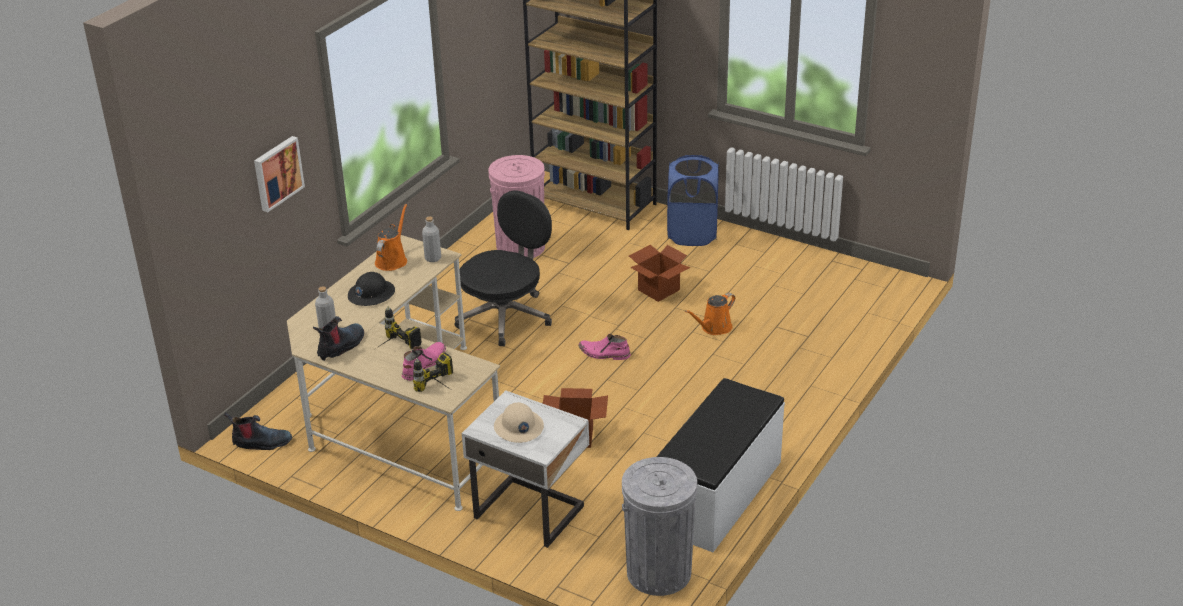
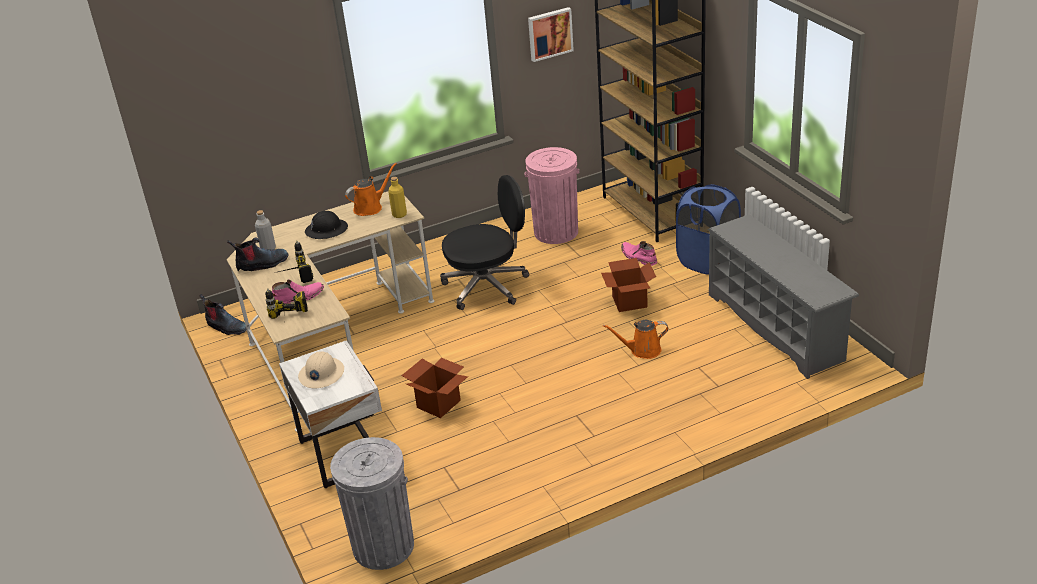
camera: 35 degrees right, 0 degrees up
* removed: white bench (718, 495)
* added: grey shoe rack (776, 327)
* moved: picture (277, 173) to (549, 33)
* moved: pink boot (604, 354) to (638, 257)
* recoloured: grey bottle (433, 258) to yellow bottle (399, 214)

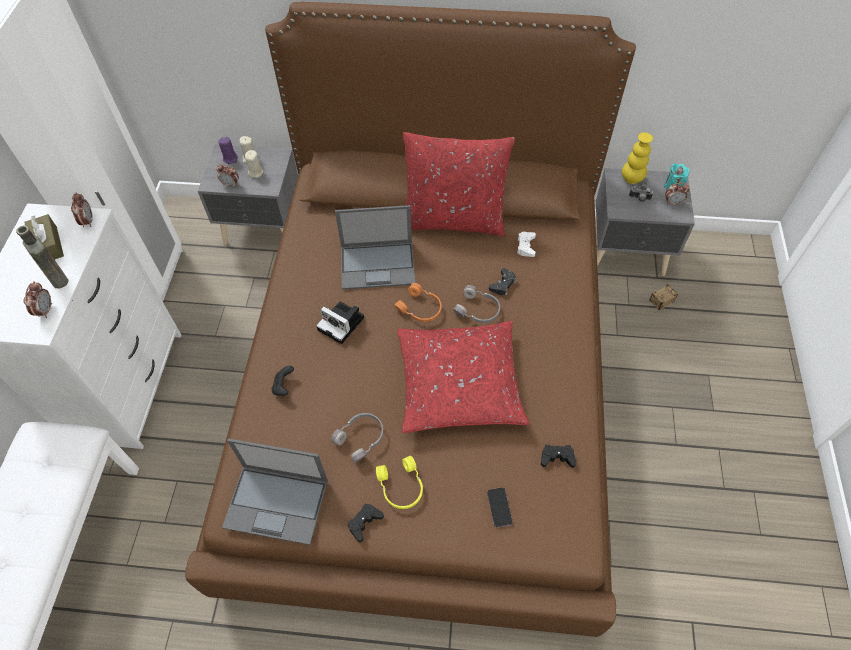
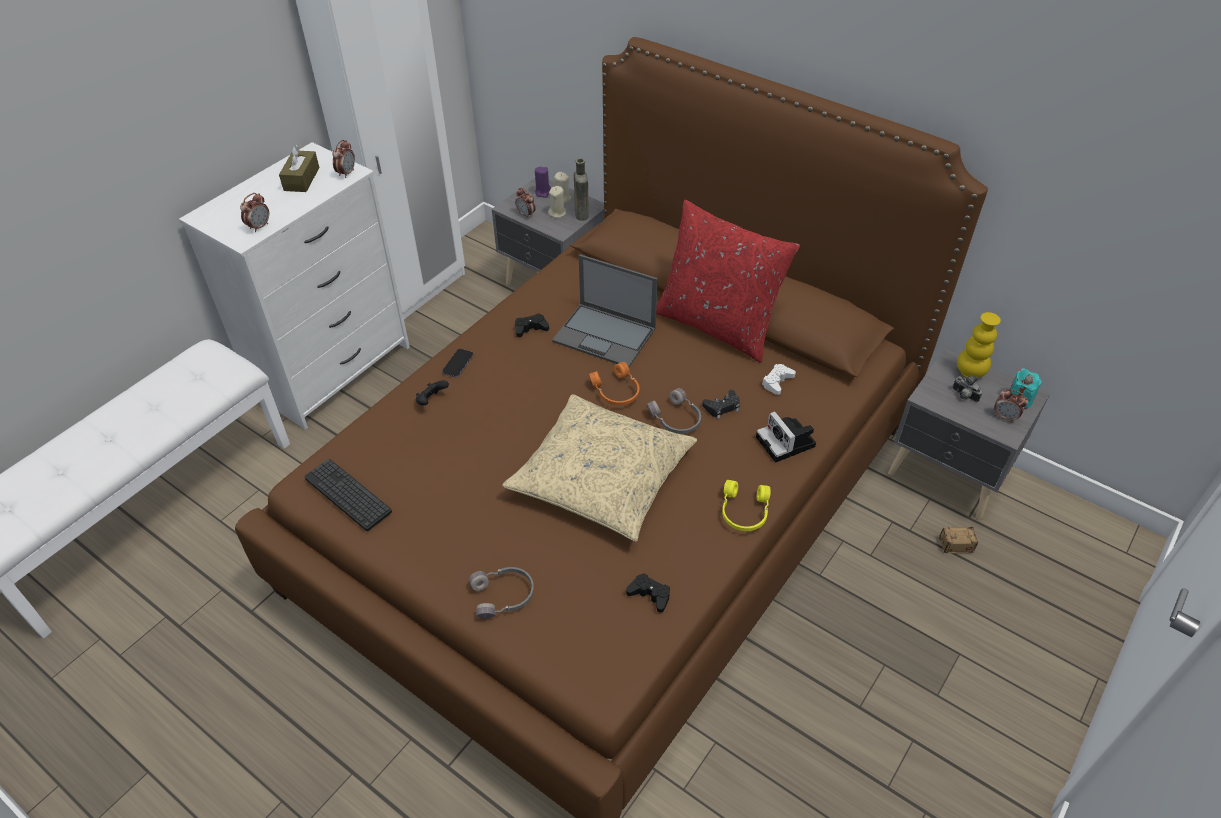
camera: 30 degrees right, 10 degrees down
* moved: brown bottle (59, 280) to (581, 215)
* moved: photo camera (343, 324) to (787, 443)
* moved: grey headphones (361, 438) to (503, 596)
* moved: black game controller (364, 522) to (530, 328)
* moved: yellow headphones (400, 487) to (743, 511)
* moved: phone (499, 507) to (458, 364)
* replaced: laptop (277, 503) to keyboard (348, 495)
* recoloured: red pillow (459, 383) to beige pillow (601, 477)

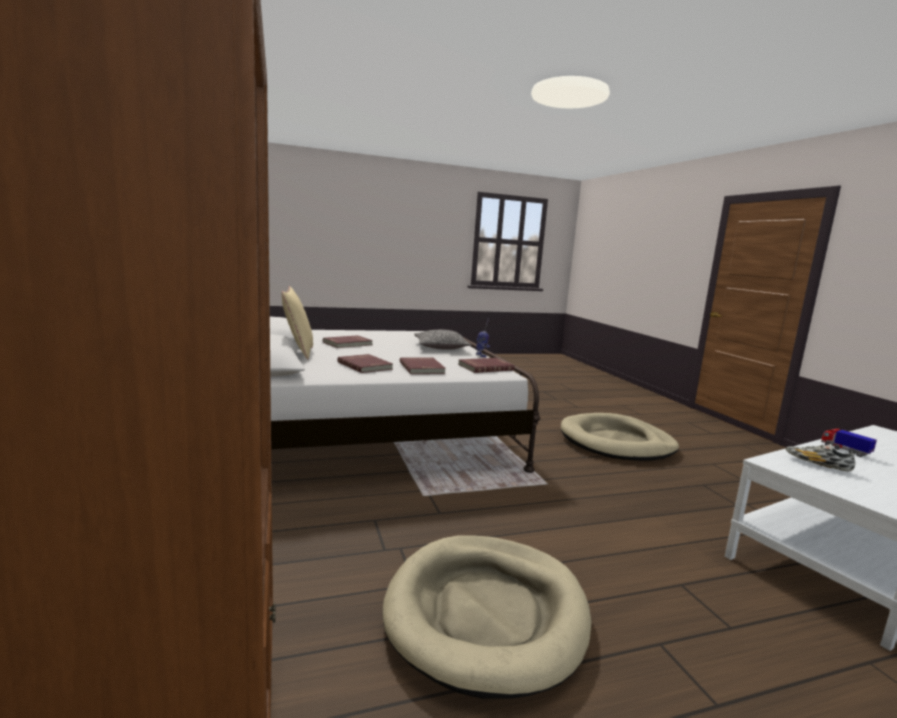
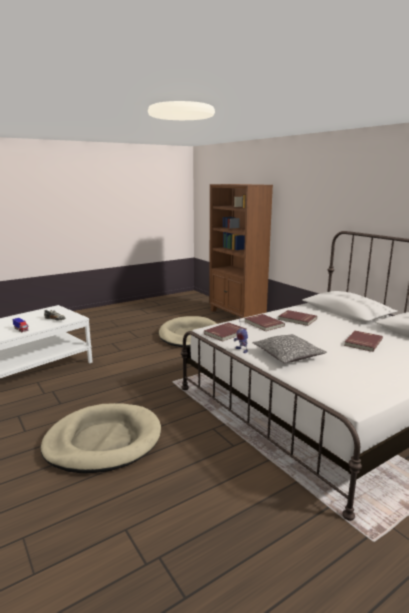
camera: 165 degrees right, 5 degrees up
* removed: beige pillow (298, 353)

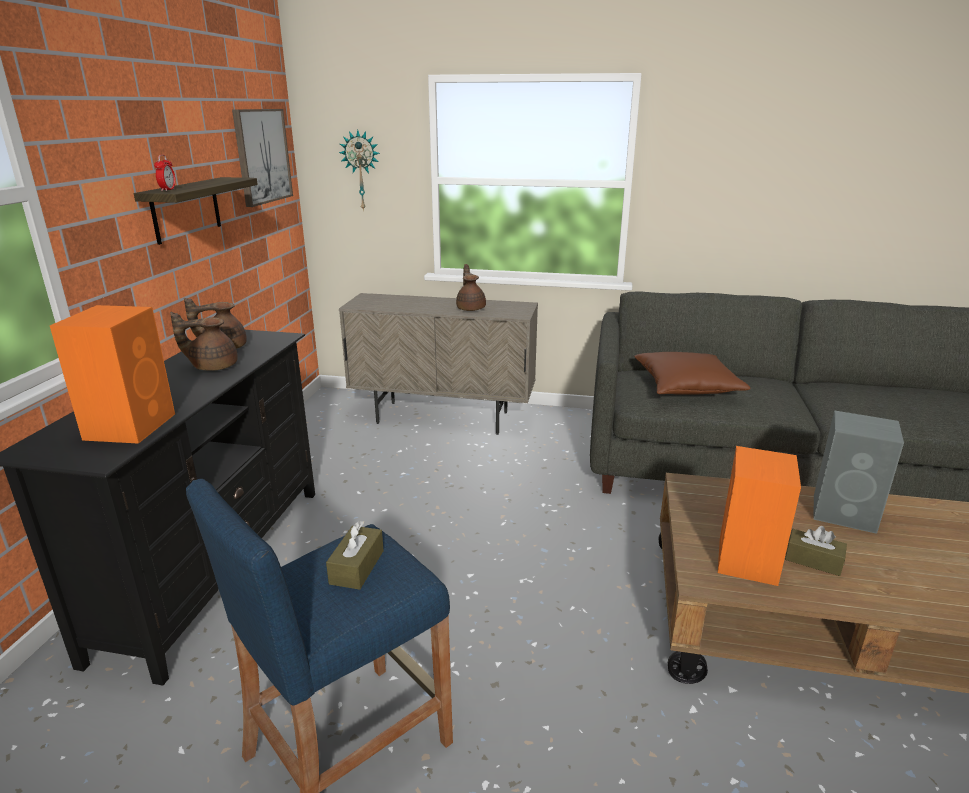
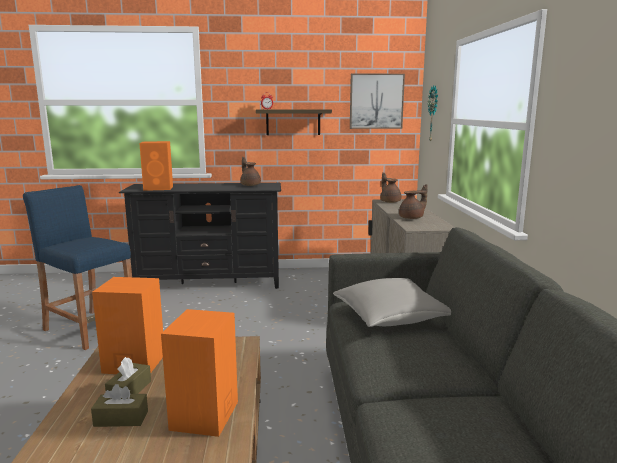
camera: 75 degrees right, 10 degrees down
* moved: brown teapot (213, 366) to (390, 201)
* moved: brown tissue box (357, 567) to (121, 418)
* recoloured: brown pillow (686, 387) to grey pillow (390, 317)
* recoloured: grey speaker (846, 513) to orange speaker (204, 416)

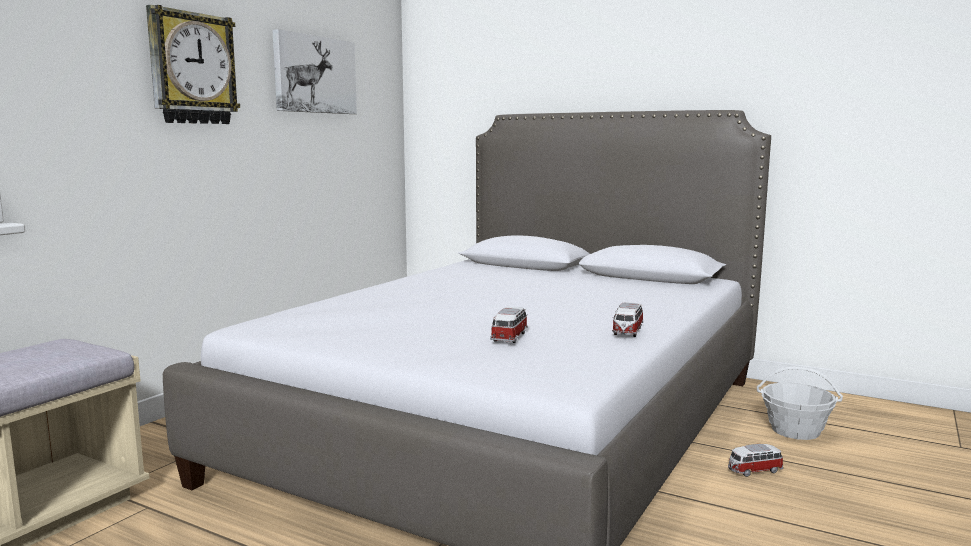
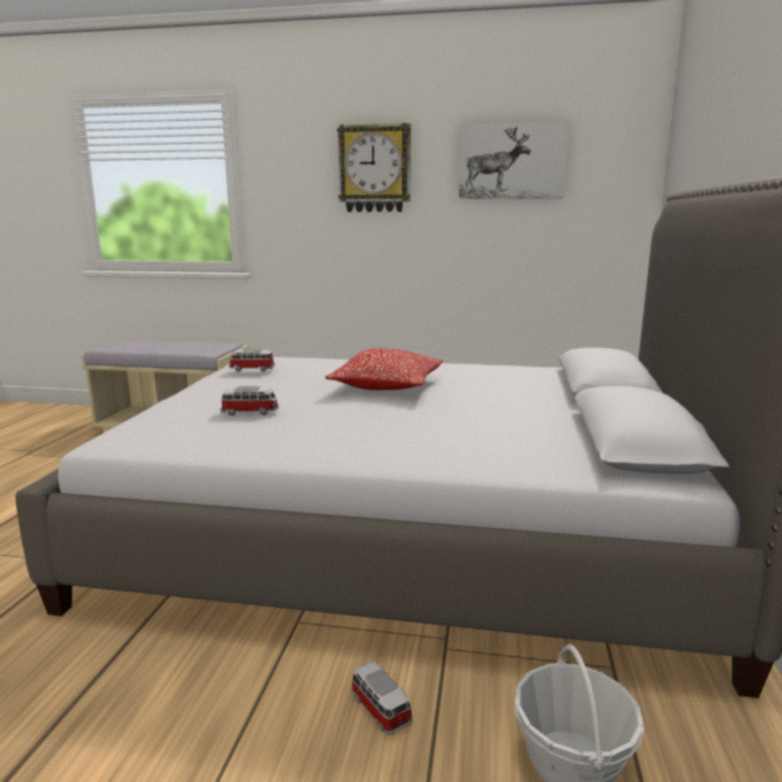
camera: 70 degrees right, 5 degrees up
* added: pillow (387, 386)
* moved: toy car (627, 332) to (251, 369)

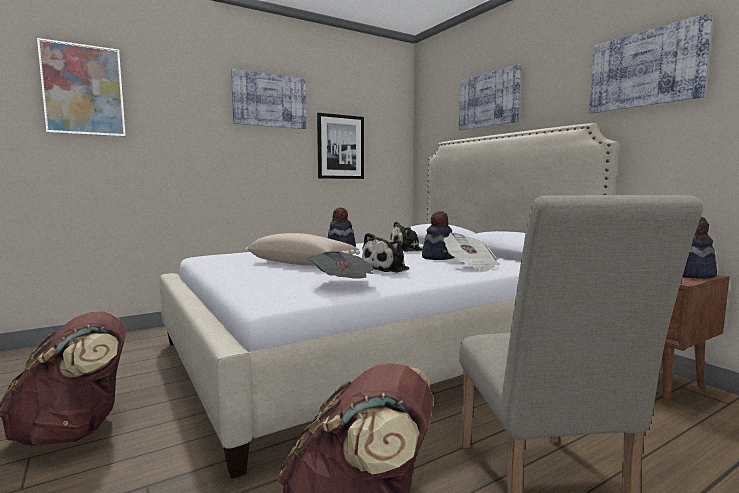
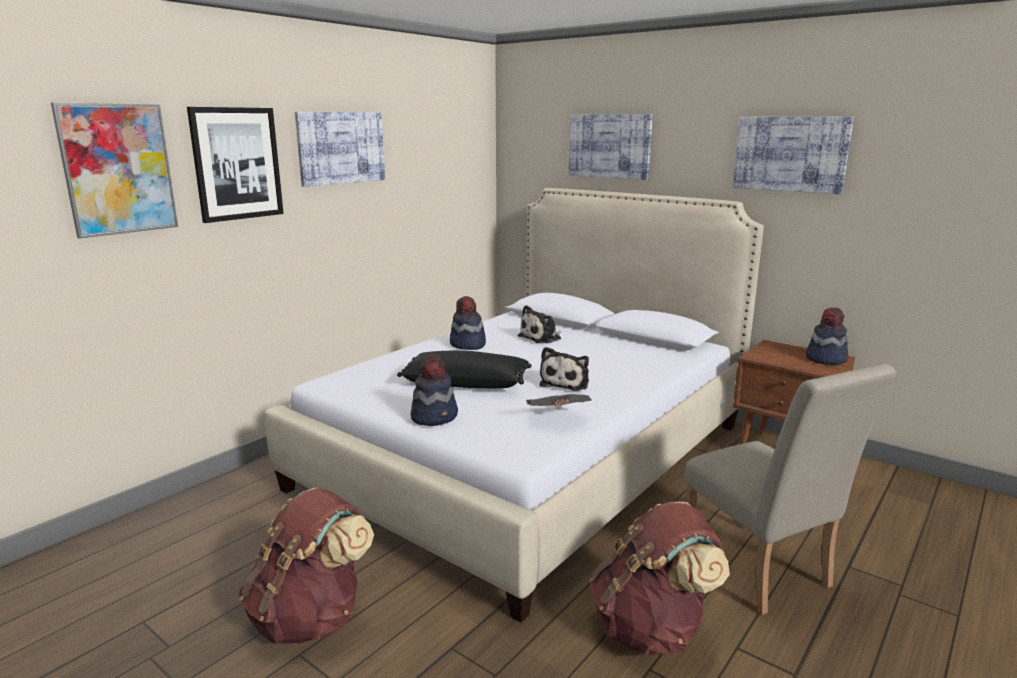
camera: 20 degrees left, 10 degrees up
* removed: newspaper (470, 266)
* moved: picture (340, 147) to (237, 164)
* moved: hat (439, 257) to (435, 416)
* recoloured: beige pillow (302, 264) to black pillow (466, 384)

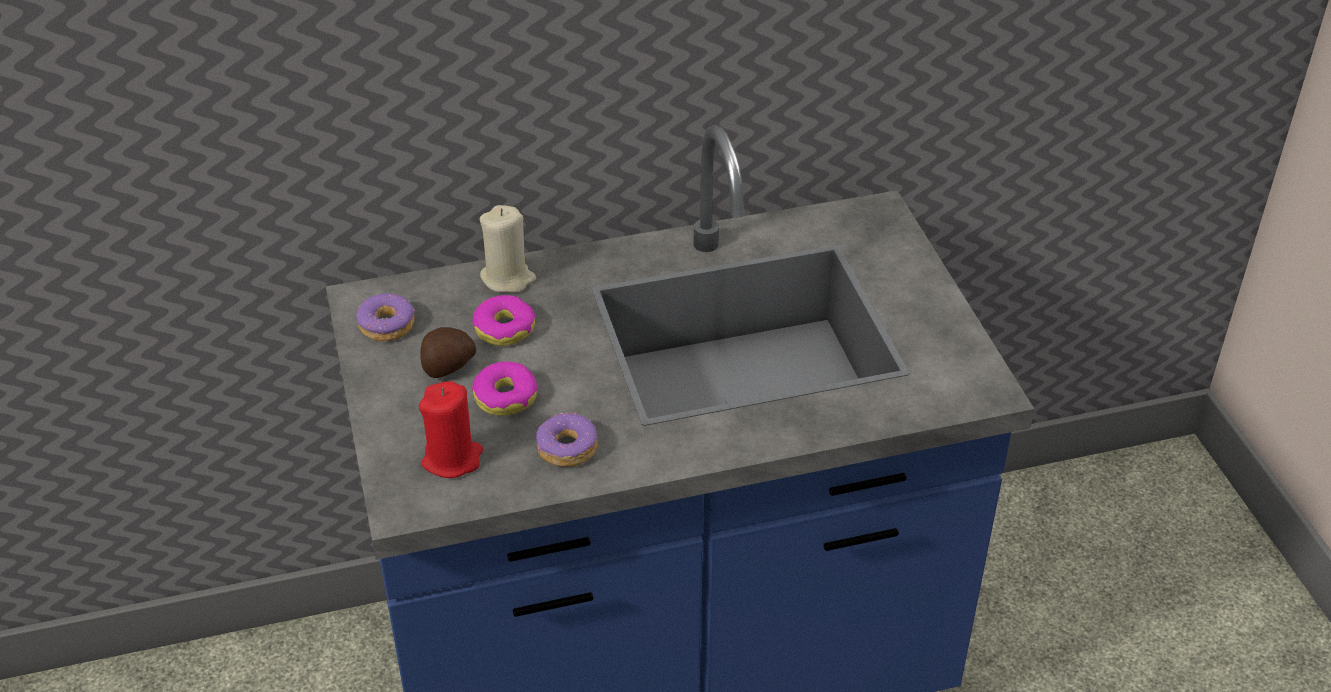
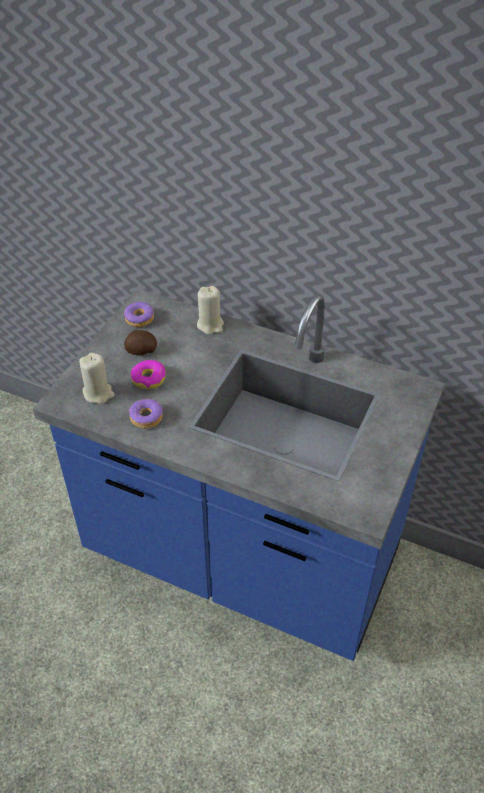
camera: 40 degrees right, 5 degrees up
* removed: donut (504, 328)
* recoloured: red candle (452, 459) to beige candle (98, 393)

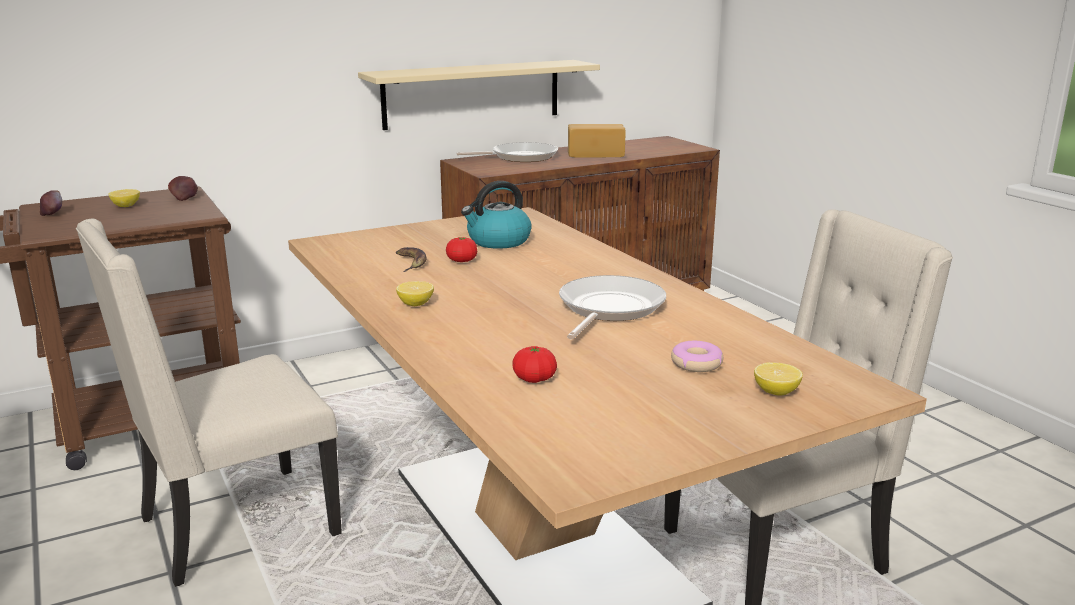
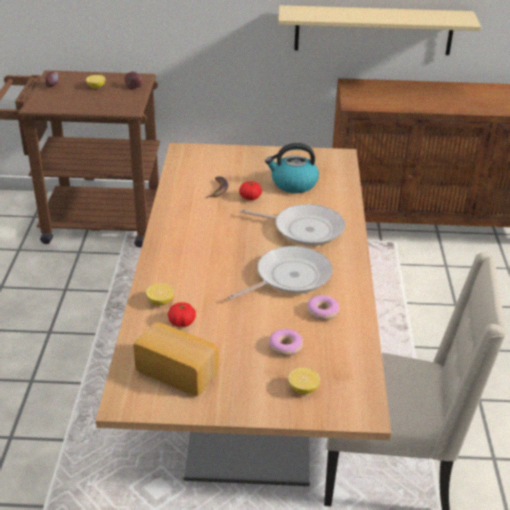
camera: 30 degrees right, 15 degrees up
* removed: beige chair (234, 527)
* added: donut (322, 312)
* moved: lemon (415, 304) to (160, 302)
* moved: frying pan (520, 157) to (304, 229)
* moved: bread (595, 154) to (179, 370)

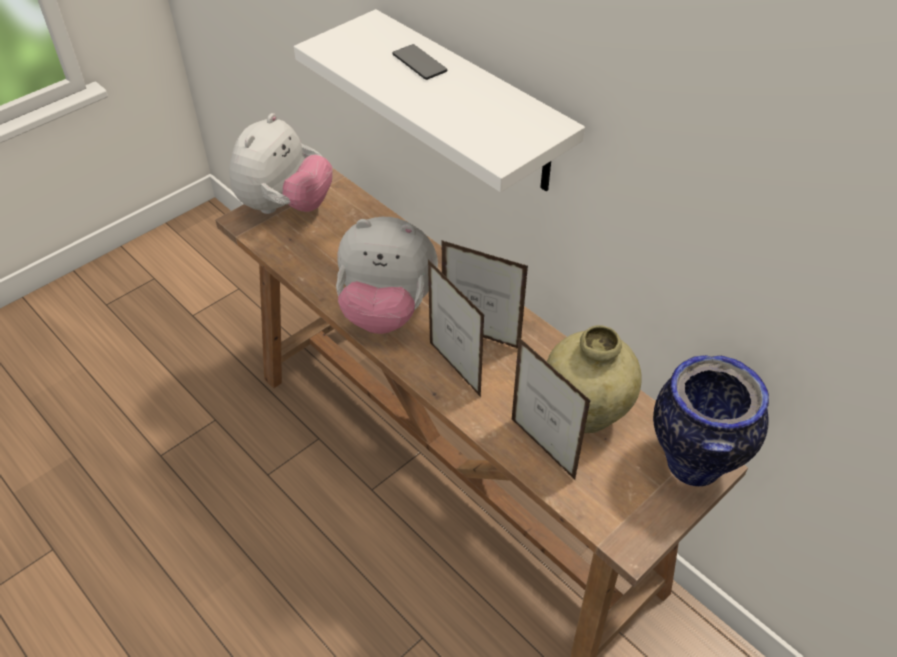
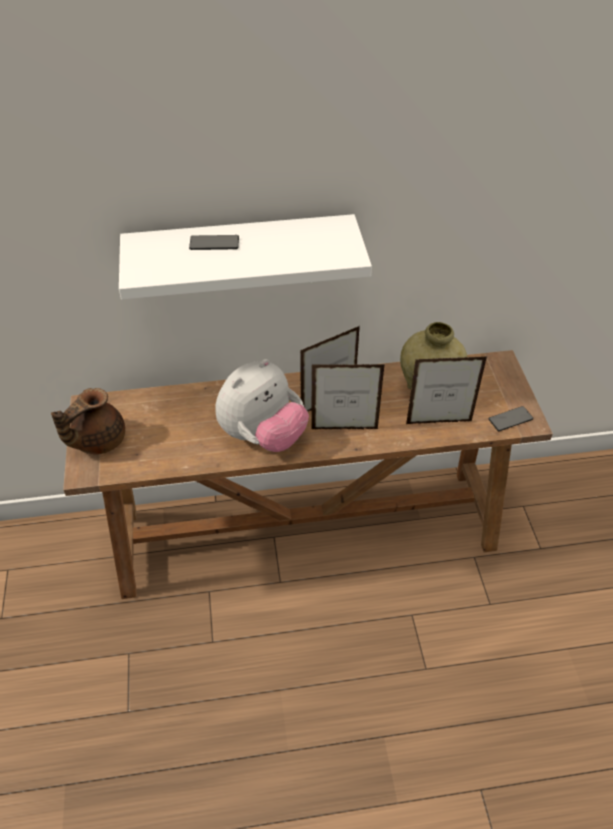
camera: 55 degrees left, 0 degrees up
* removed: vase (692, 463)
* added: phone (510, 419)
* replaced: plush toy (285, 206) to brown teapot (97, 440)

